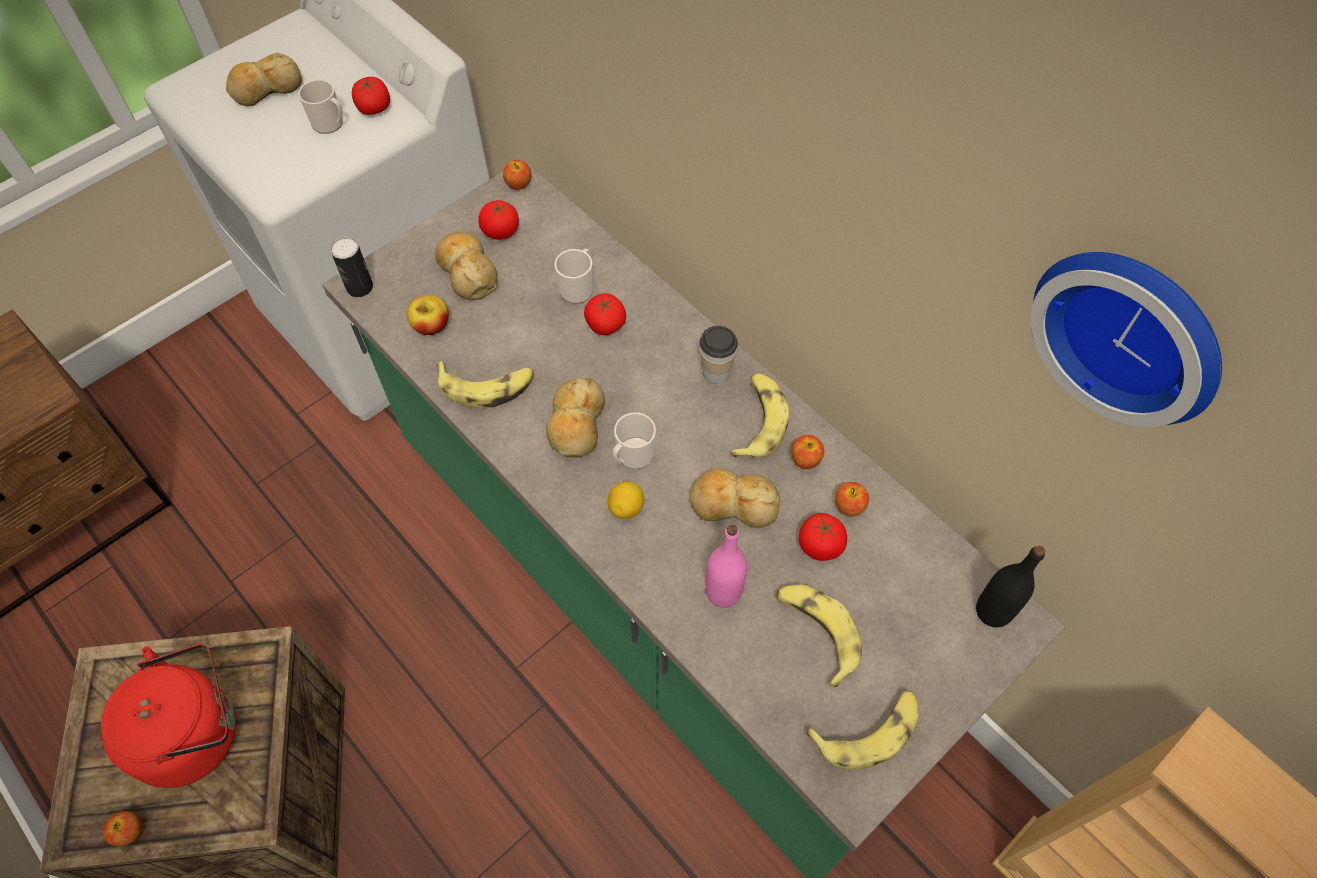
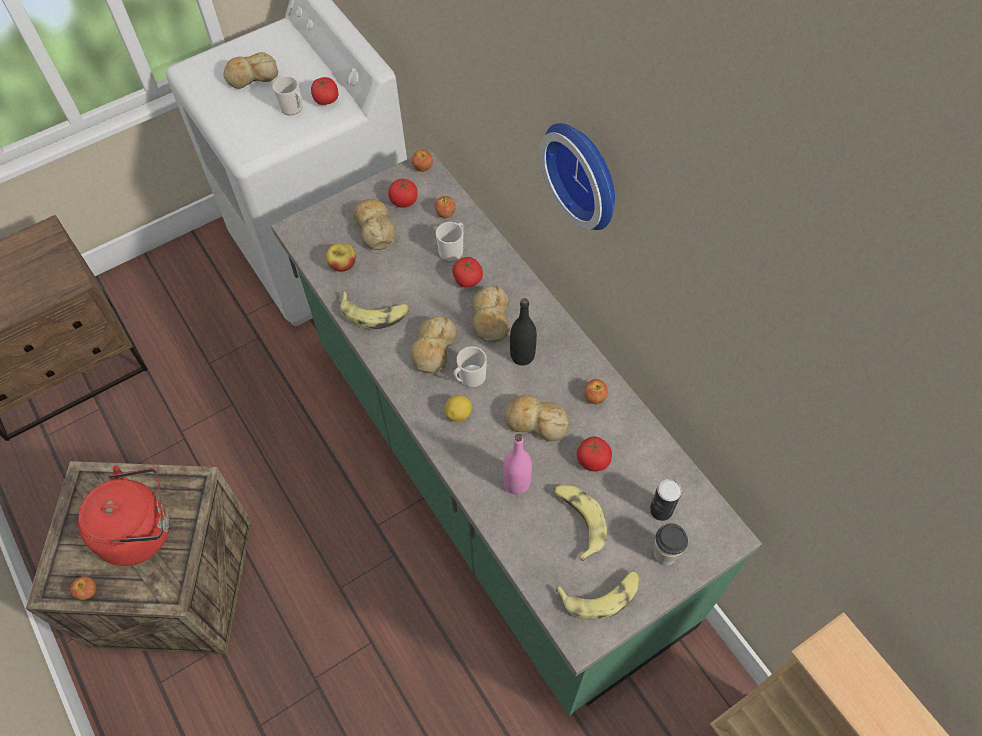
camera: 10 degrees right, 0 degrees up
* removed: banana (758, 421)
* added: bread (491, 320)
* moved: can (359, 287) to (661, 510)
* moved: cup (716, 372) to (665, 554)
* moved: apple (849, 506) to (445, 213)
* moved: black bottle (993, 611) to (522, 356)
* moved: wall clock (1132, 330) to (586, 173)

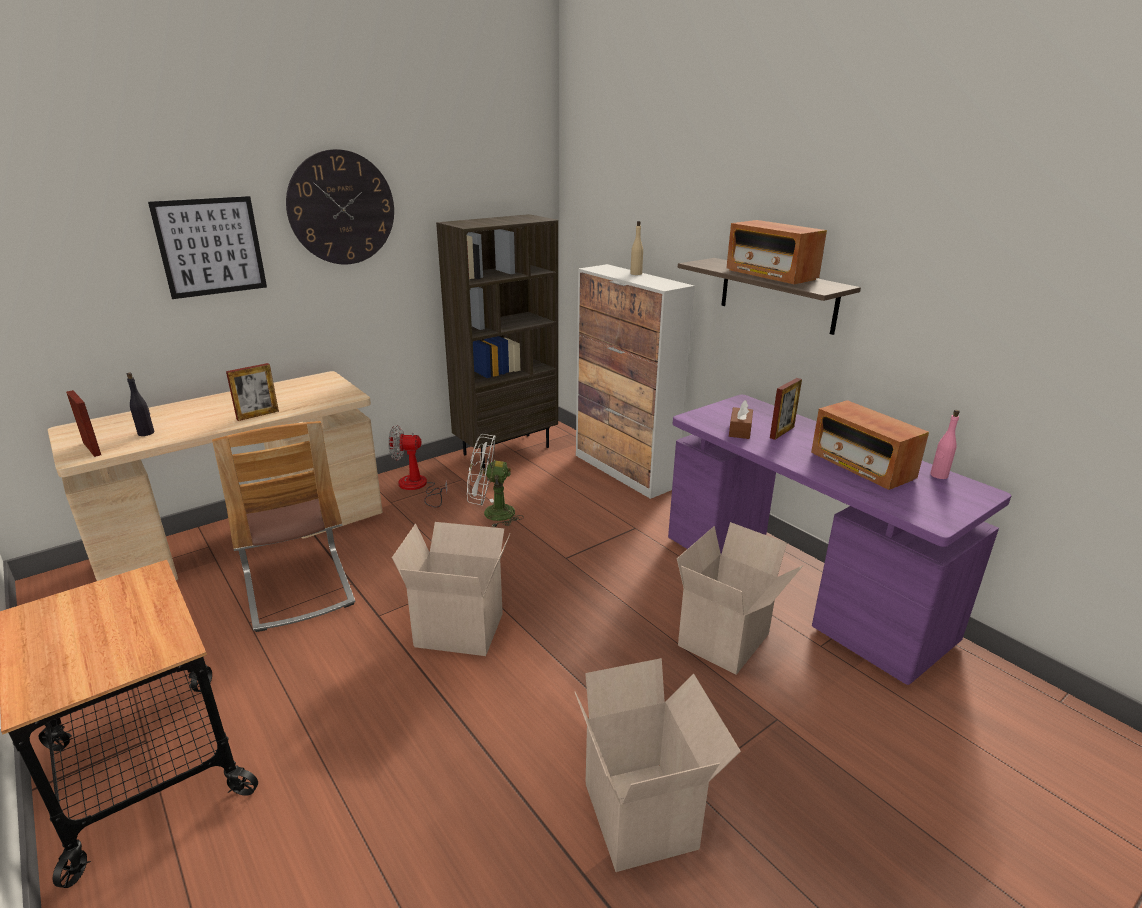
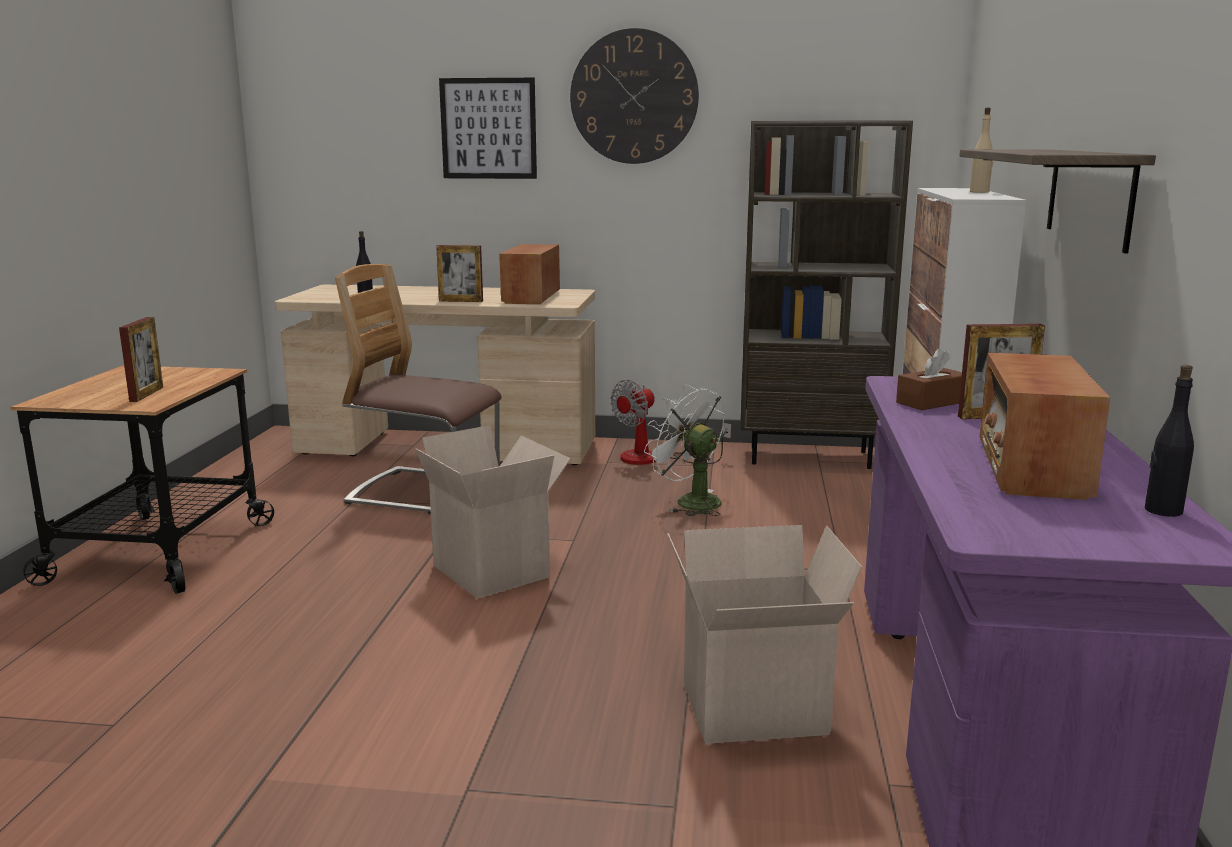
camera: 45 degrees right, 10 degrees down
* removed: cardboard box (644, 816)
* moved: picture frame (92, 449) to (146, 394)
* moved: radio (770, 275) to (531, 297)
* recoloured: pink bottle (938, 475) to black bottle (1162, 510)
* turned: chair (298, 588) = (424, 492) 90 degrees clockwise
* turned: fan (418, 487) = (653, 459) 90 degrees counterclockwise

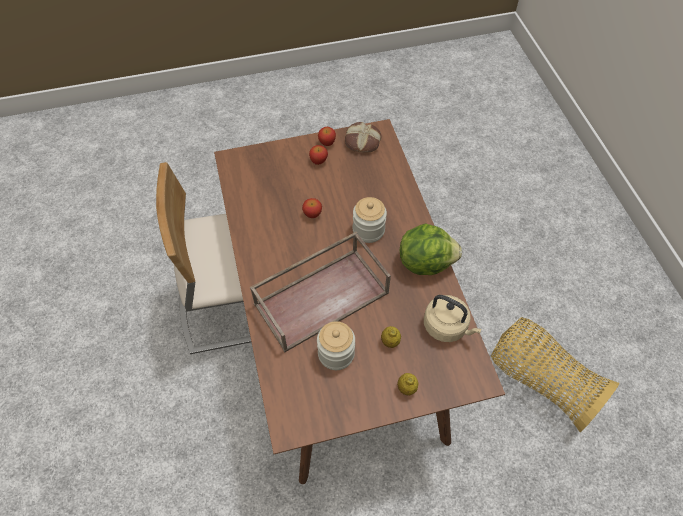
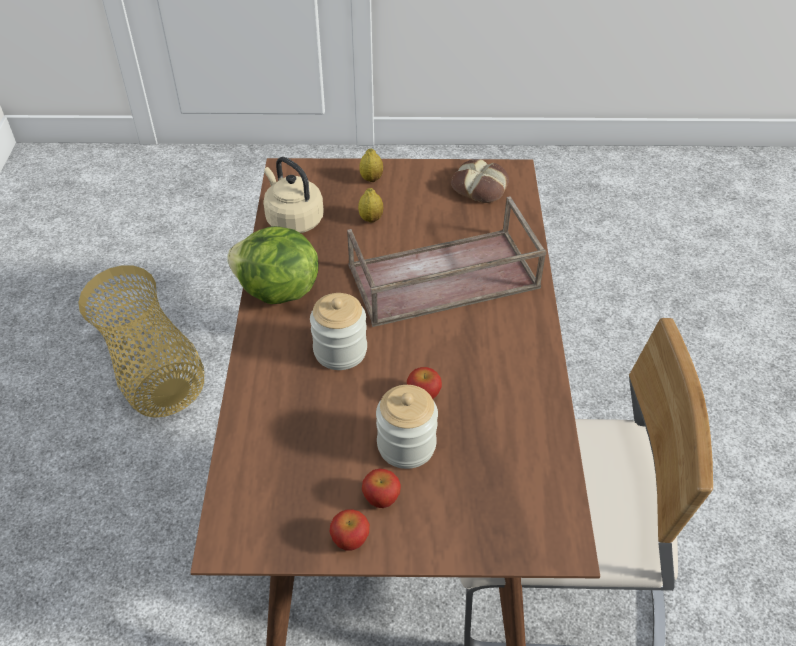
camera: 165 degrees left, 10 degrees down
* moved: jar (336, 354) to (406, 445)
* moved: bread (362, 142) to (480, 187)

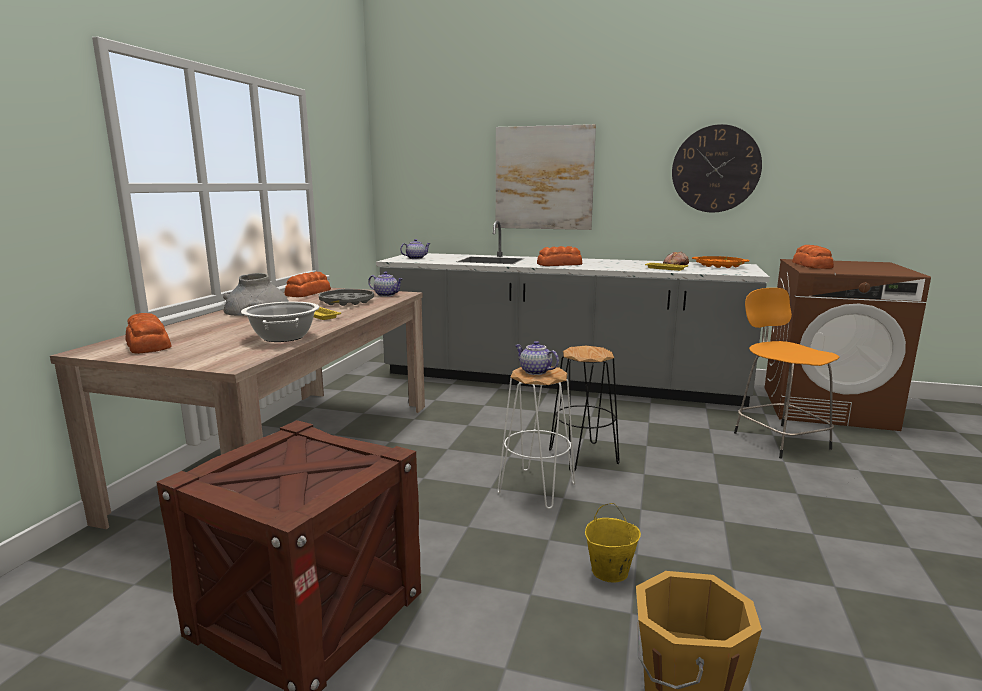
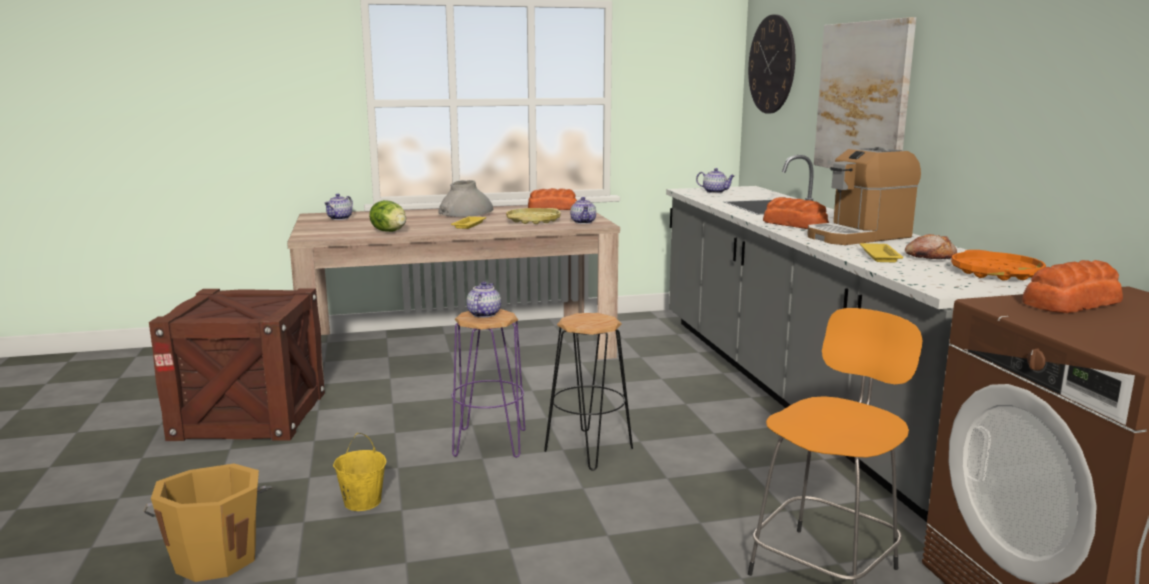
camera: 60 degrees right, 0 degrees up
* added: coffee machine (858, 236)
* moved: wall clock (715, 169) to (772, 64)
* replaced: bread (148, 344) to teapot (340, 218)
* replaced: cooking pot (283, 337) to lettuce (389, 231)
* recoloured: grey tray (347, 302) to yellow tray (533, 220)
* recoloured: white stool (536, 488) to purple stool (489, 443)

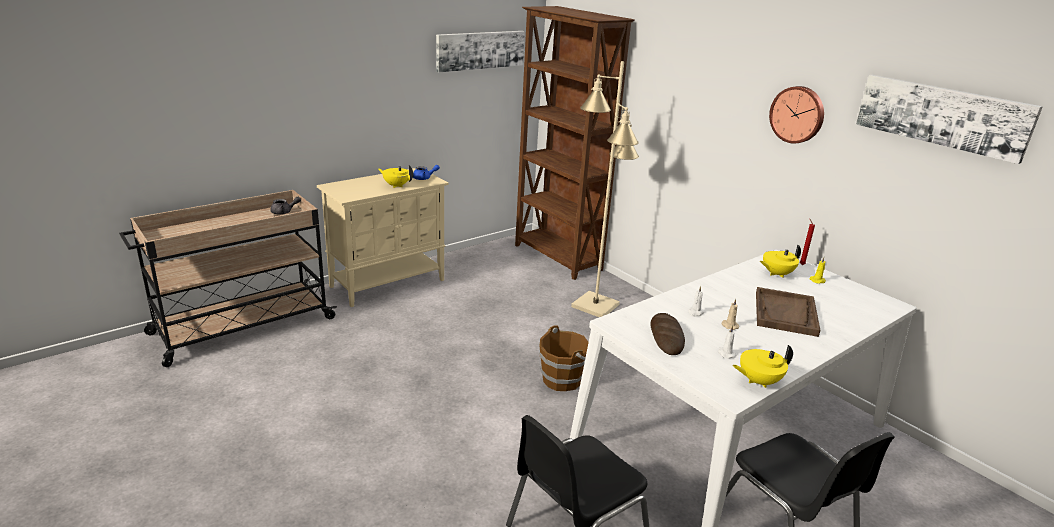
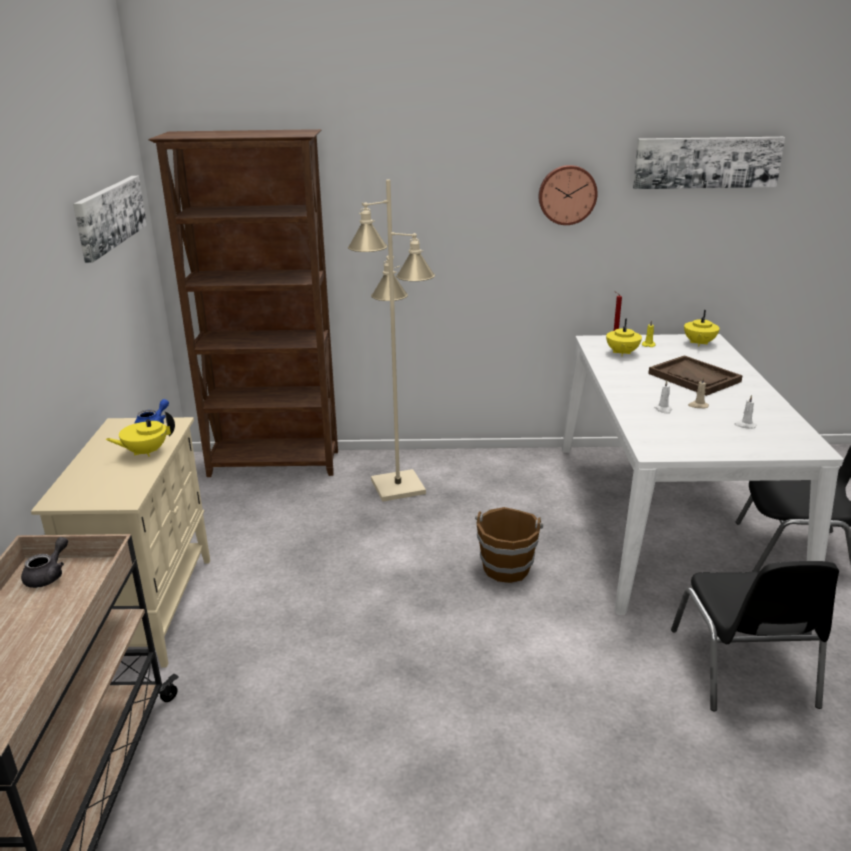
camera: 50 degrees left, 0 degrees up
* removed: bread (666, 337)
* moved: yellow teapot (758, 381) to (698, 343)

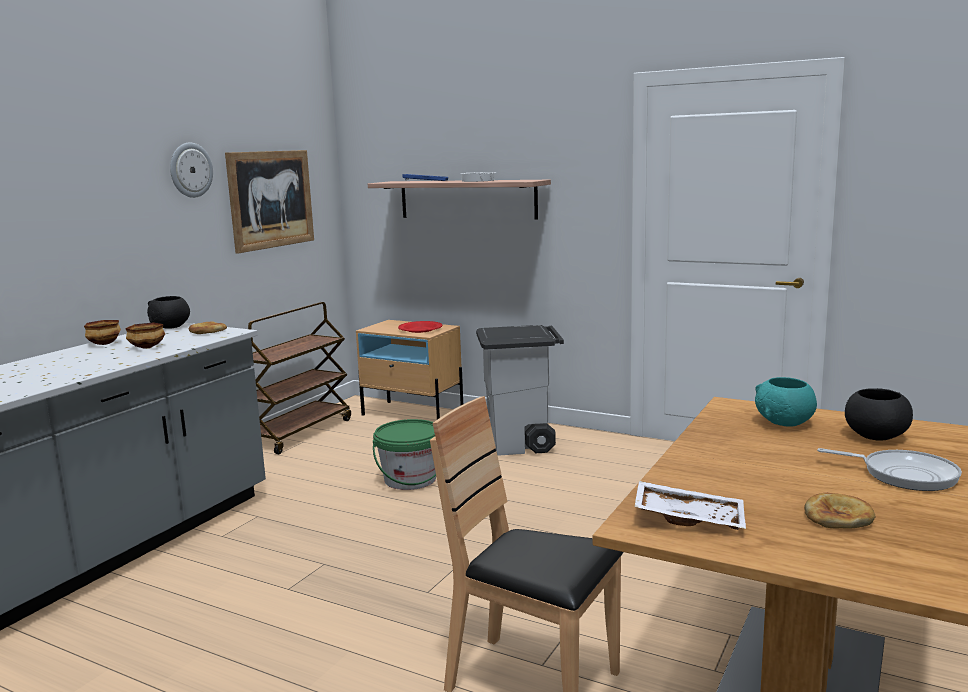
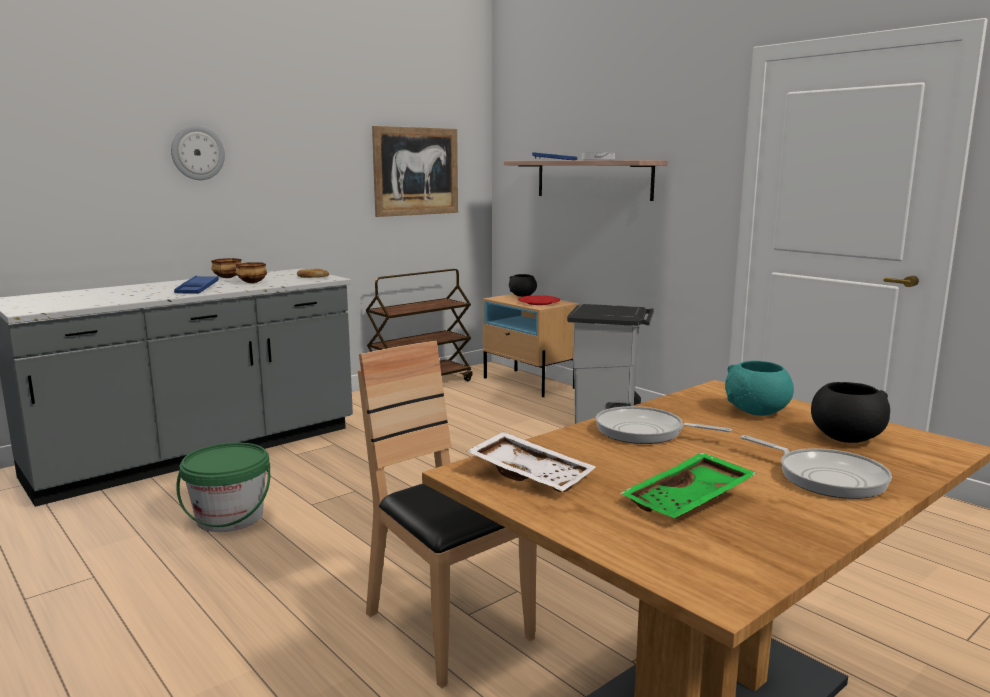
camera: 20 degrees right, 0 degrees up
* added: blue tray (197, 289)
* added: frying pan (644, 432)
* moved: black bowl (171, 327) to (523, 296)
* moved: wall clock (190, 170) to (197, 153)
* moved: green bucket (410, 480) to (230, 517)
* replaced: bread (838, 516) to green tray (689, 501)

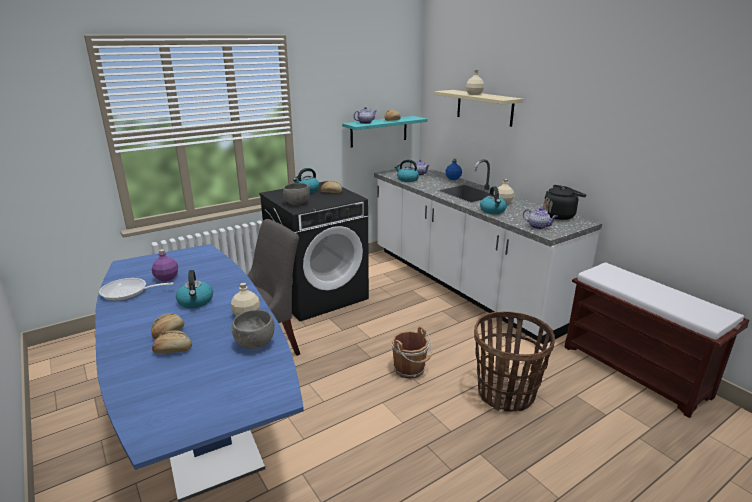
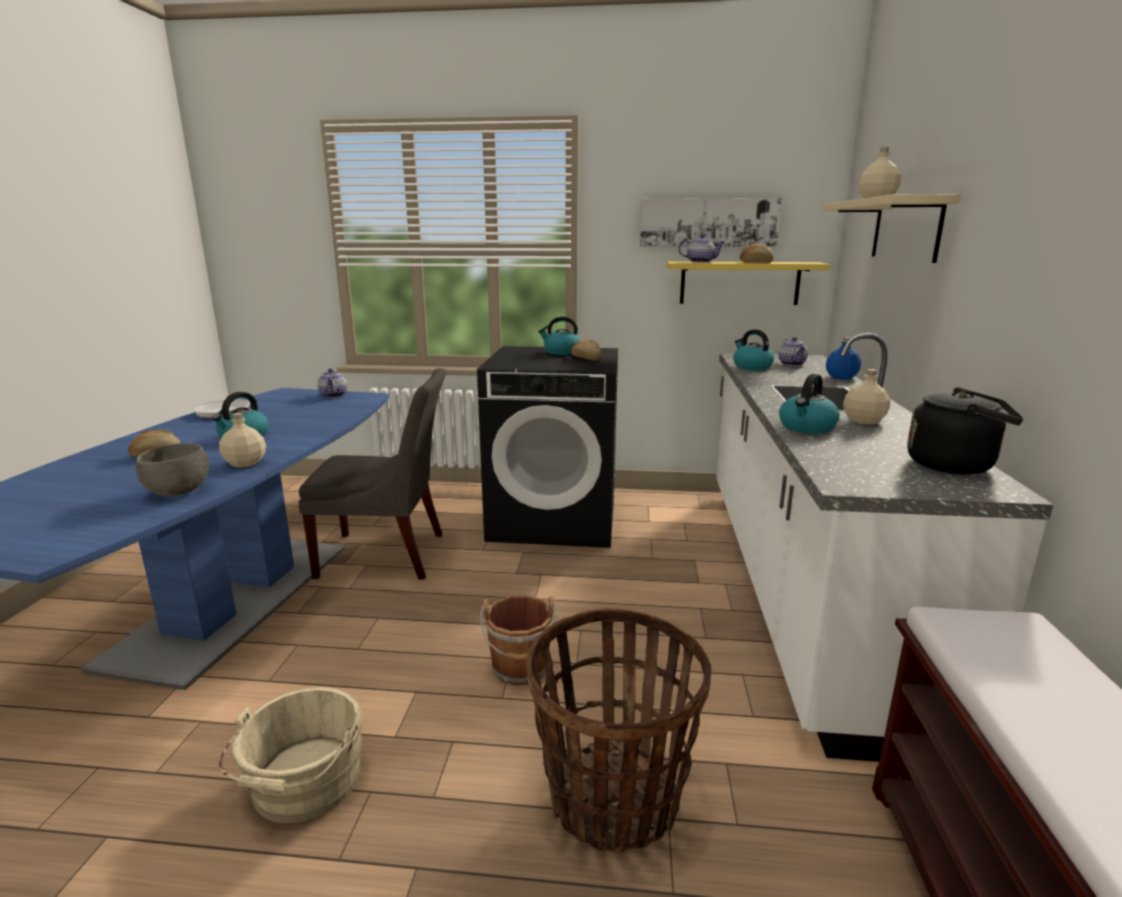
camera: 40 degrees right, 5 degrees down
* removed: purple bottle (167, 278)
* removed: bread (173, 350)
* removed: grey bowl (297, 203)
* added: beige bucket (304, 785)
* added: picture (708, 222)
* moved: teapot (538, 226) to (334, 395)
* recoloured: turquoise shelf (379, 131) to yellow shelf (739, 283)

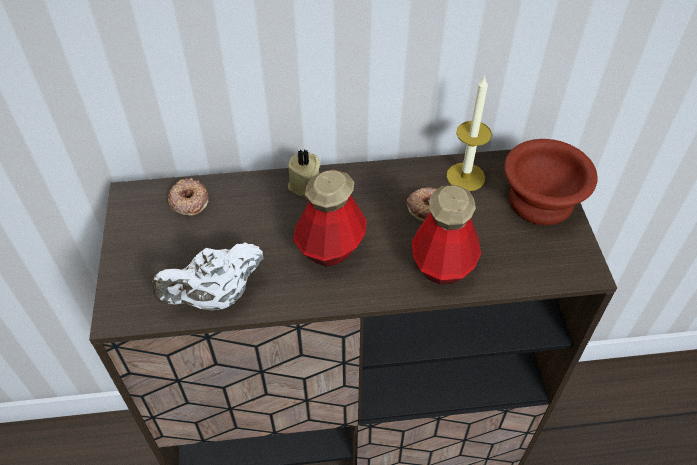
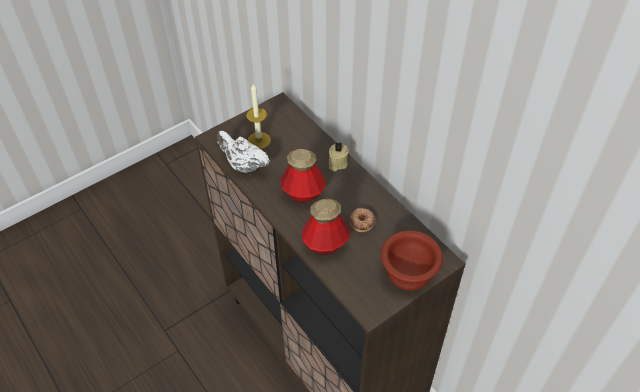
camera: 60 degrees right, 0 degrees up
* removed: donut (189, 200)
* moved: candle (465, 177) to (259, 140)

